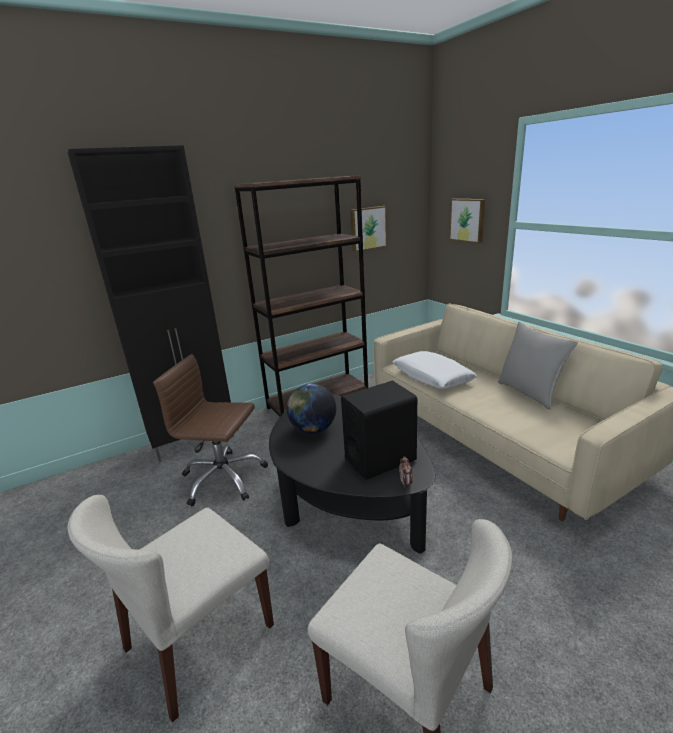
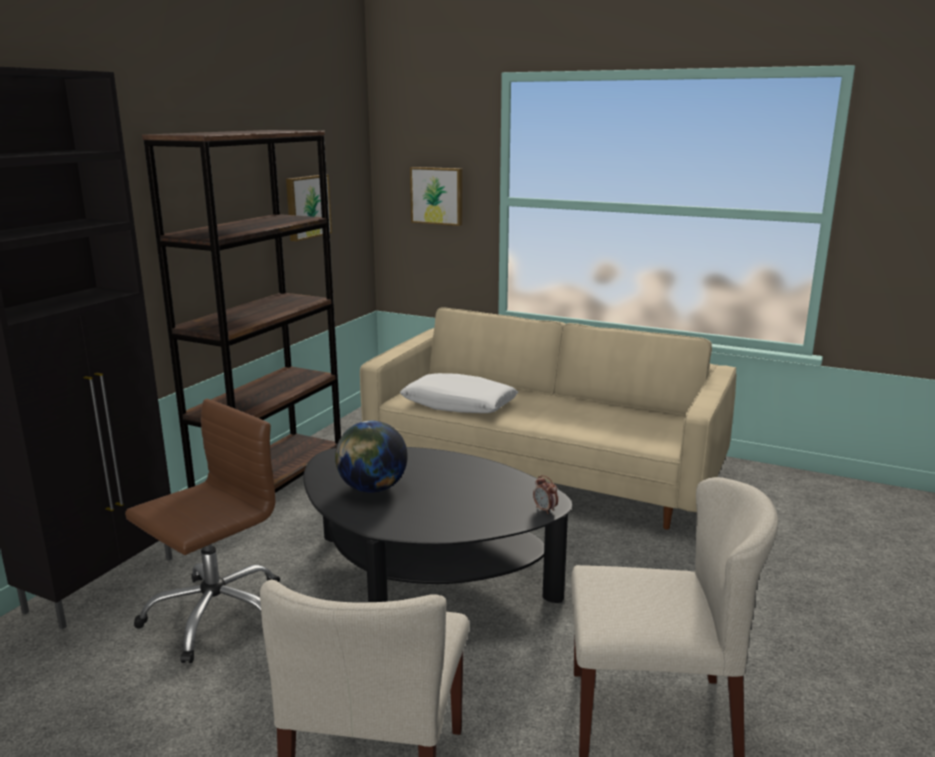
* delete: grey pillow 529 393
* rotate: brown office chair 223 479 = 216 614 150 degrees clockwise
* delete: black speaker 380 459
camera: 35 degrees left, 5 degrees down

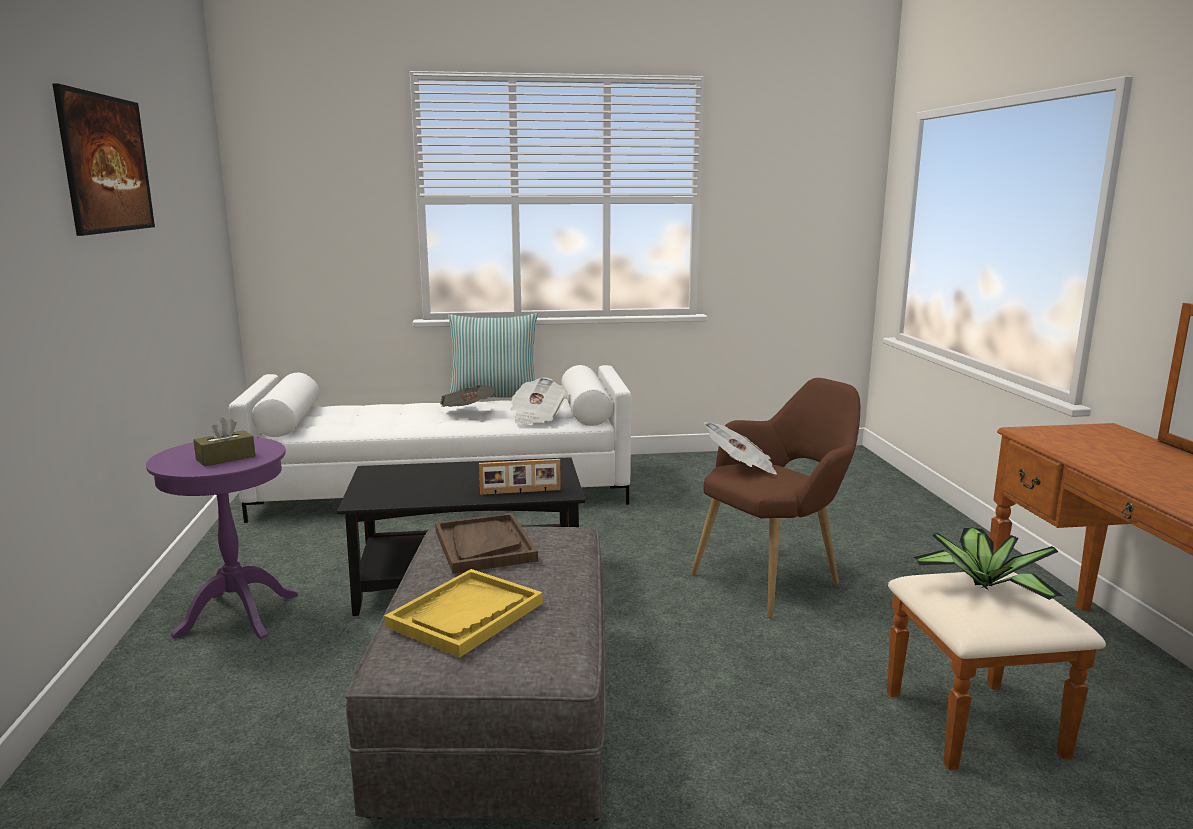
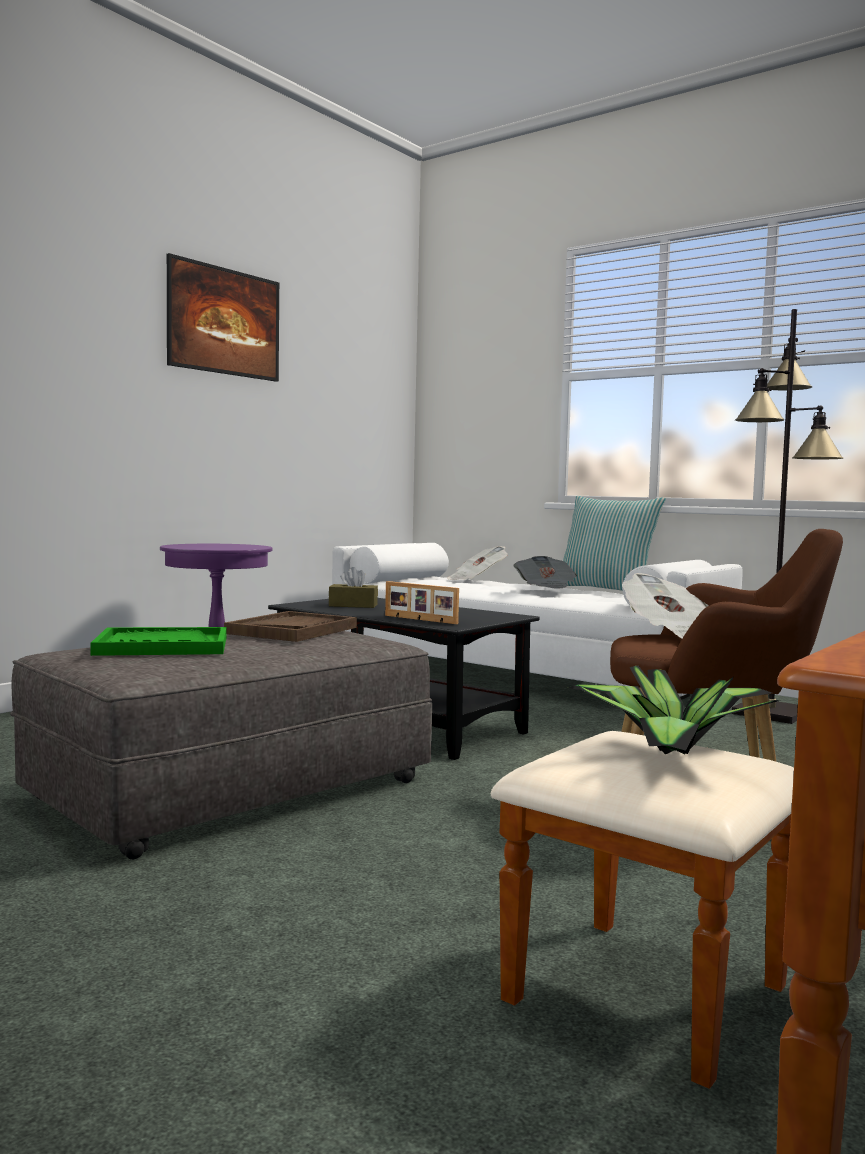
* move: newspaper 536 417 to 476 579
* move: brown tissue box 226 458 to 353 605
* recolor: yellow tray 466 615 to green tray 162 646
* insert: black floor lamp 772 713
camera: 45 degrees right, 10 degrees down

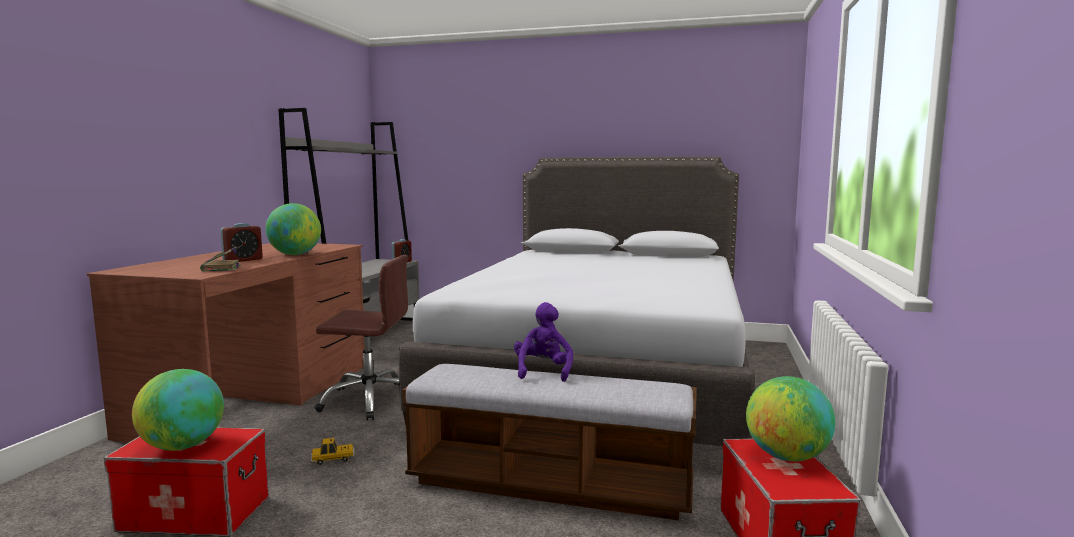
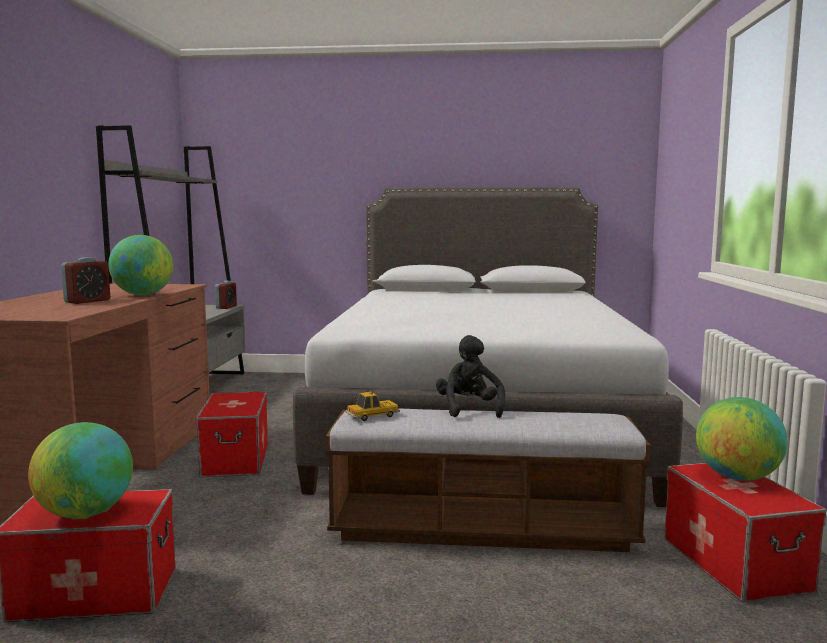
* delete: book 221 268
* replace: brown office chair 370 400 to storage box 236 459
* recolor: purple plush toy 543 371 to black plush toy 469 409
* move: toy car 333 458 to 372 416
camera: 10 degrees left, 0 degrees up

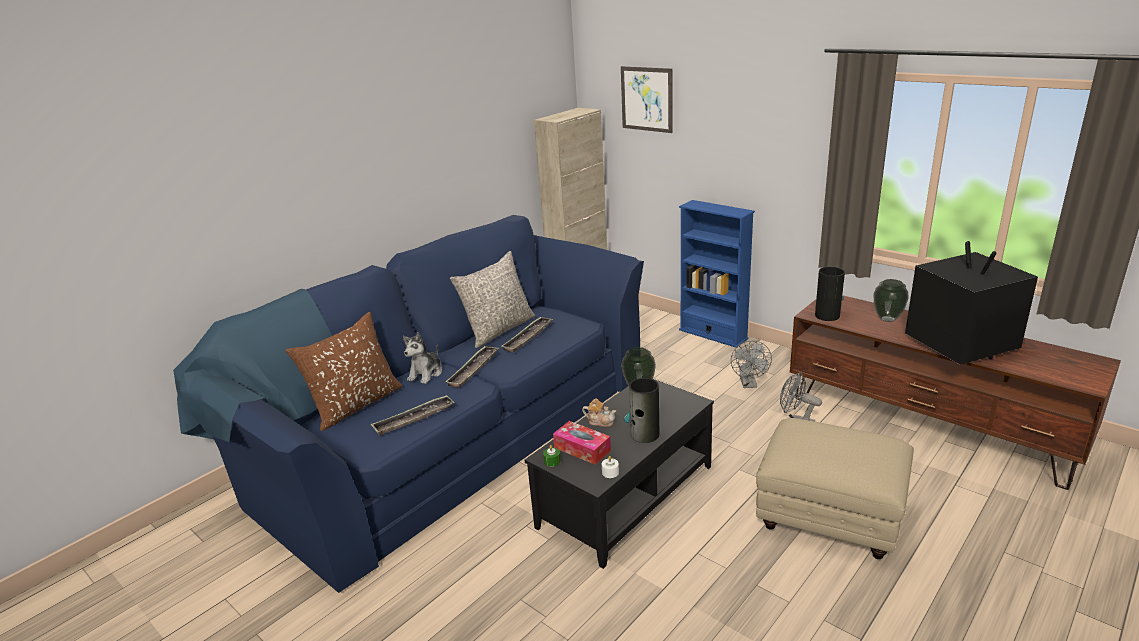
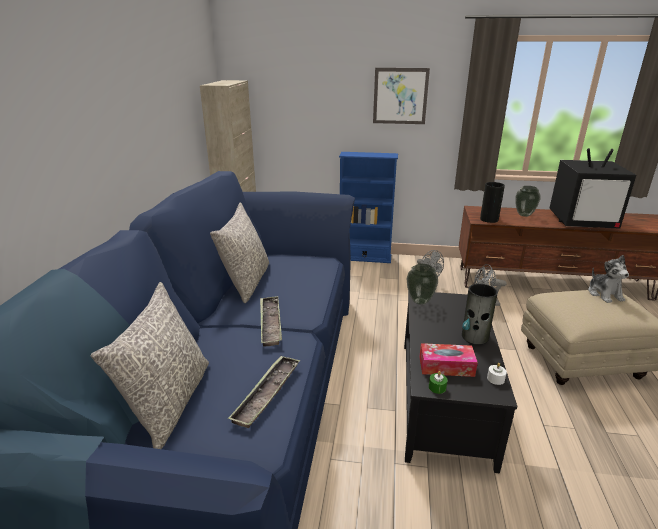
* move: picture 646 99 to 400 96
* rotate: television 959 345 = 582 222 150 degrees clockwise
* recolor: brown pillow 355 405 to grey pillow 169 402
* delete: tray 528 337
* move: plush toy 426 374 to 604 294
* delete: teapot 600 421
camera: 35 degrees left, 0 degrees up

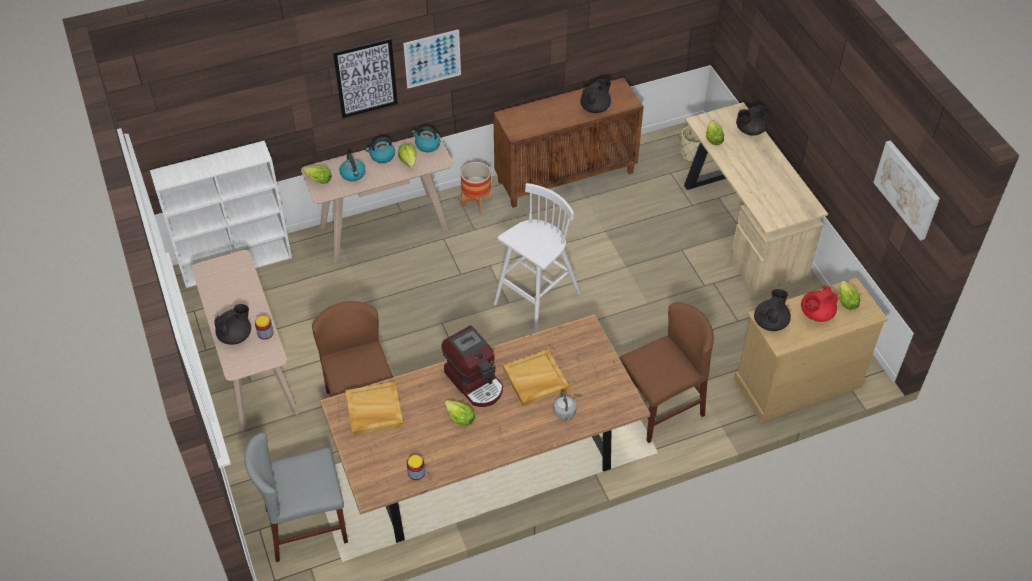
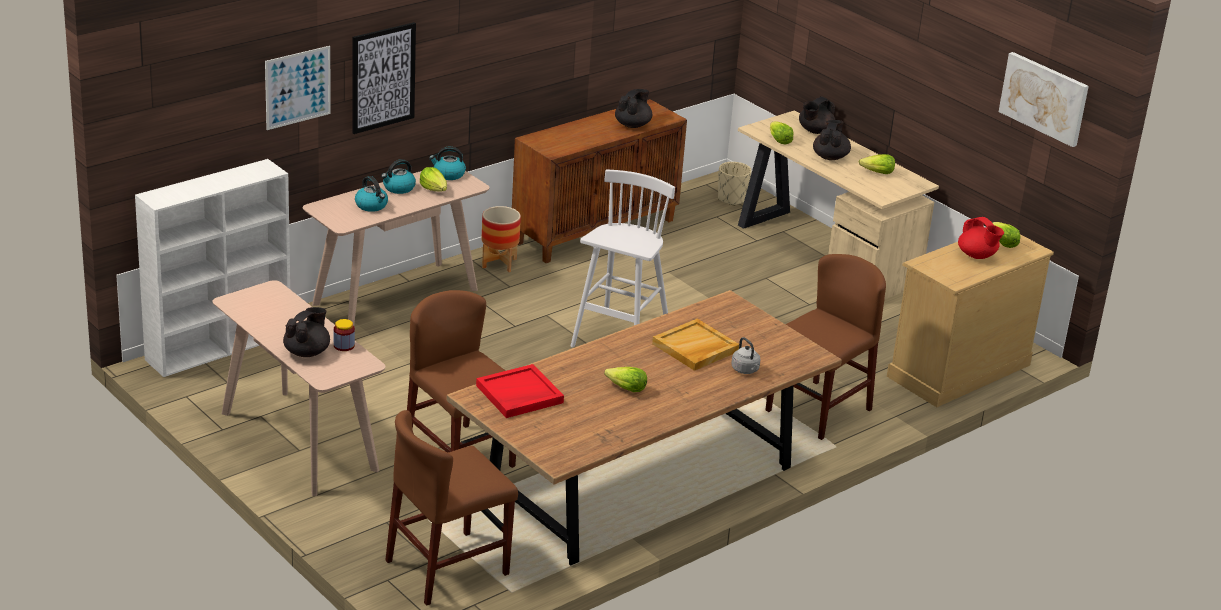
* move: picture 432 59 to 298 87
* move: lettuce 318 180 to 877 173
* rotate: red teapot 816 314 = 977 255 75 degrees counterclockwise
* move: black teapot 770 322 to 830 157
* delete: coffee machine 475 382
* recolor: beige tray 374 410 to red tray 519 395
* recolor: grey chair 306 526 to brown chair 447 568
* delete: jar 416 473
camera: 20 degrees left, 20 degrees down

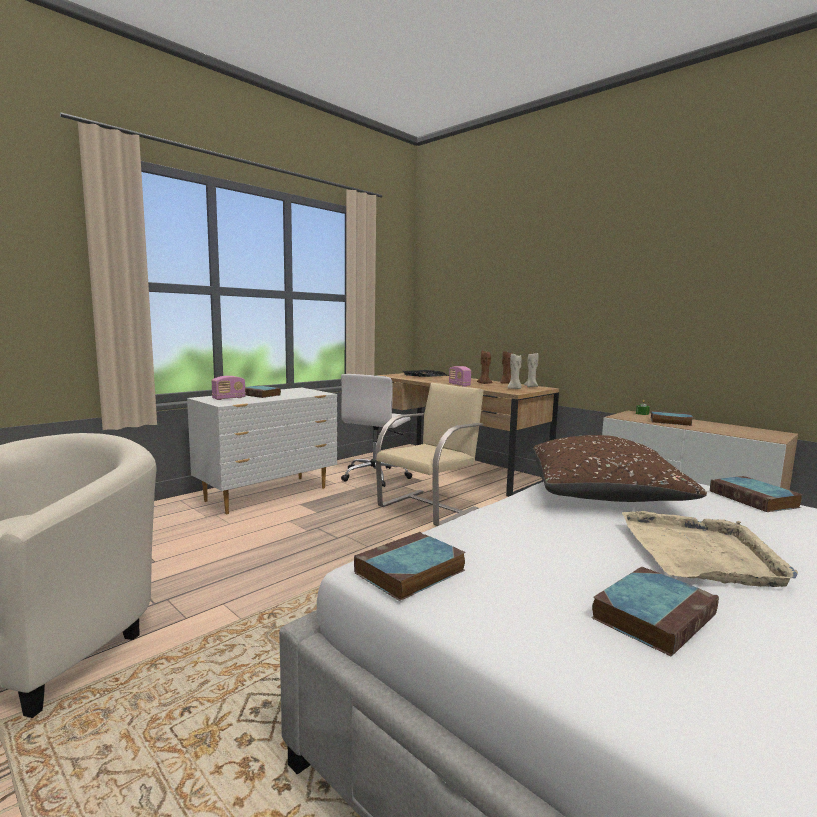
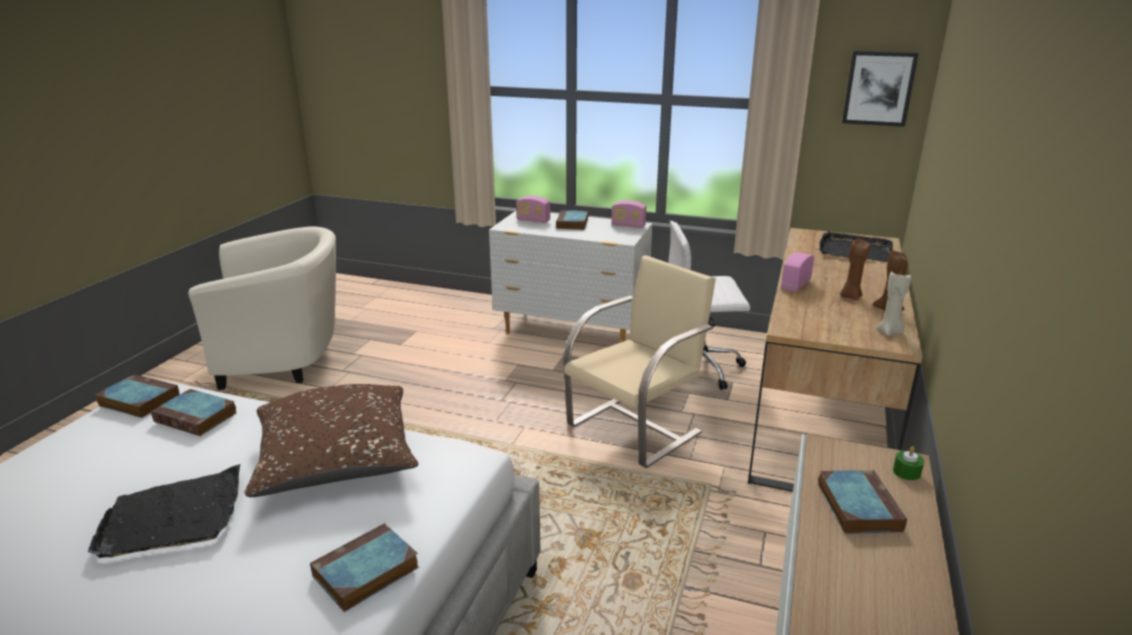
* delete: beige candle 514 389
* rotate: beige chair 429 507 = 636 428 60 degrees counterclockwise
* recolor: beige tray 701 553 to black tray 173 517
* move: book 654 615 to 197 417
* insert: picture 878 88
* insert: radio 628 226
camera: 65 degrees right, 15 degrees up

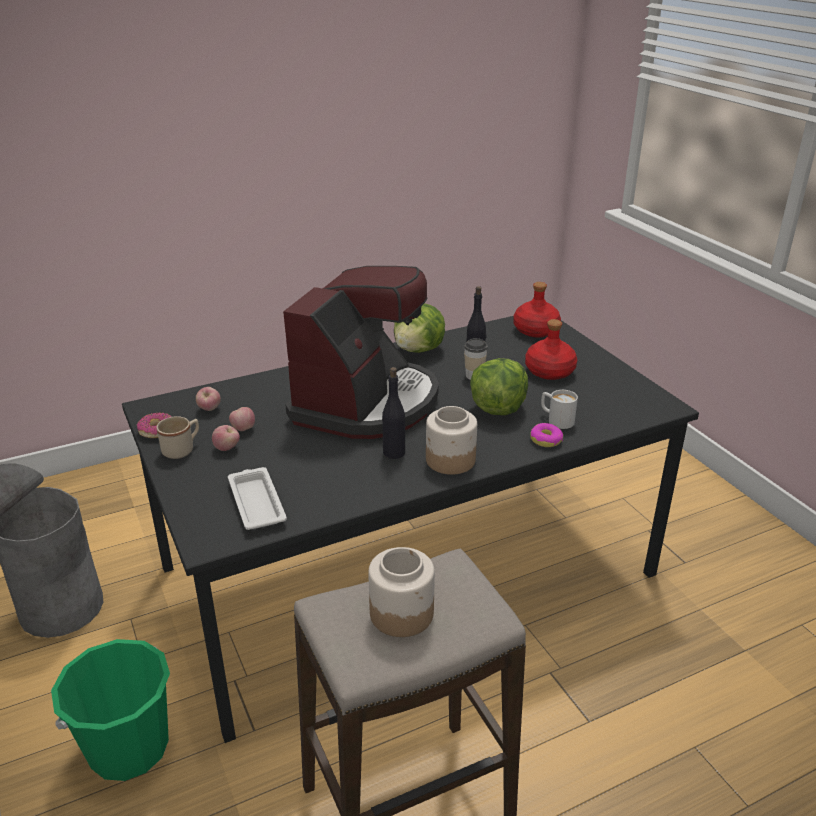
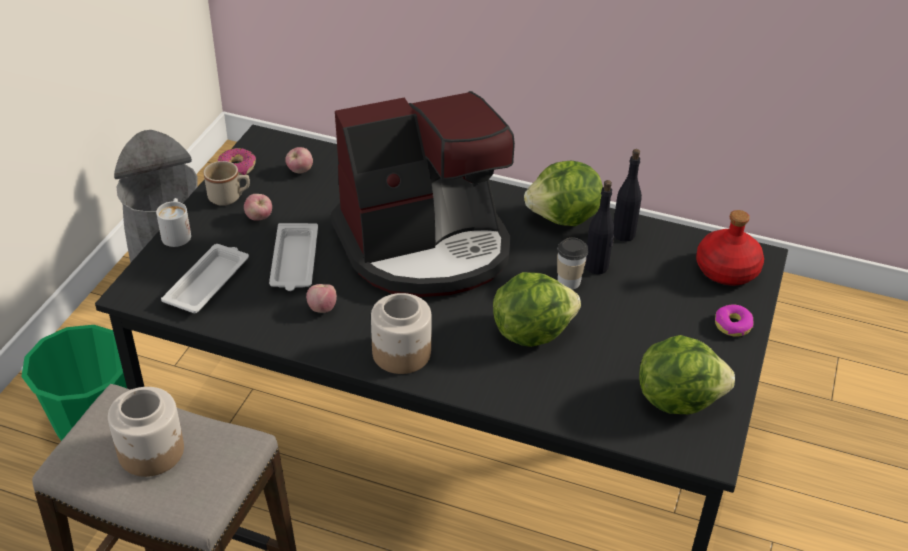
* delete: red bottle 550 371
* move: black bottle 394 452 to 623 234
* move: white mug 556 420 to 177 233
* move: apple 243 429 to 322 308
* move: donut 546 440 to 732 325
* insert: white tray 294 262
* insert: lettuce 677 398
camera: 45 degrees right, 10 degrees up

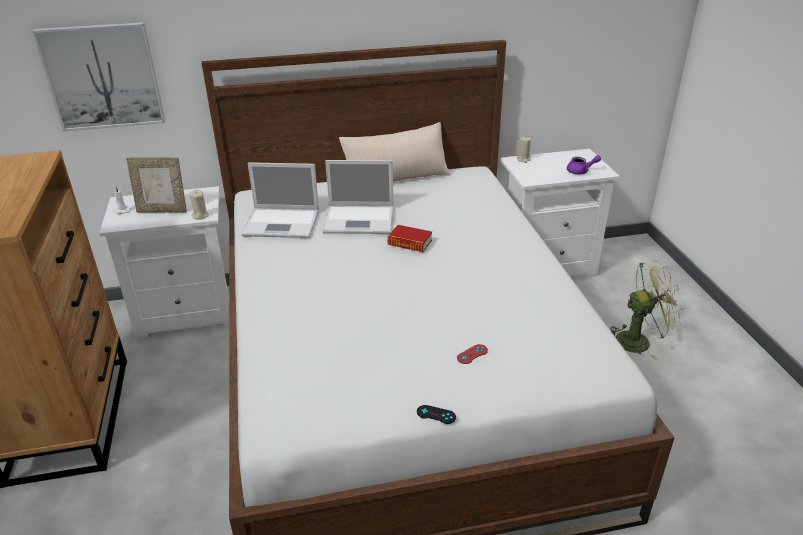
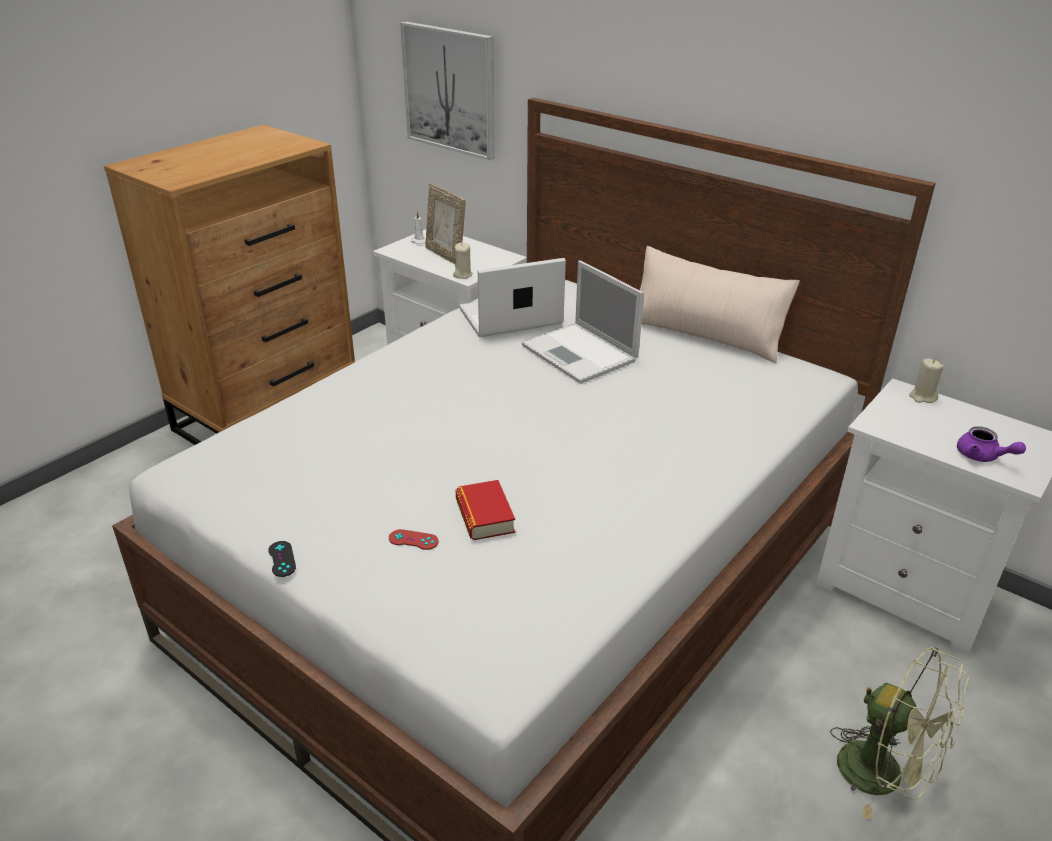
* rotate: laptop 283 223 = 508 317 105 degrees clockwise
* move: book 410 243 to 484 516
camera: 50 degrees right, 0 degrees up

